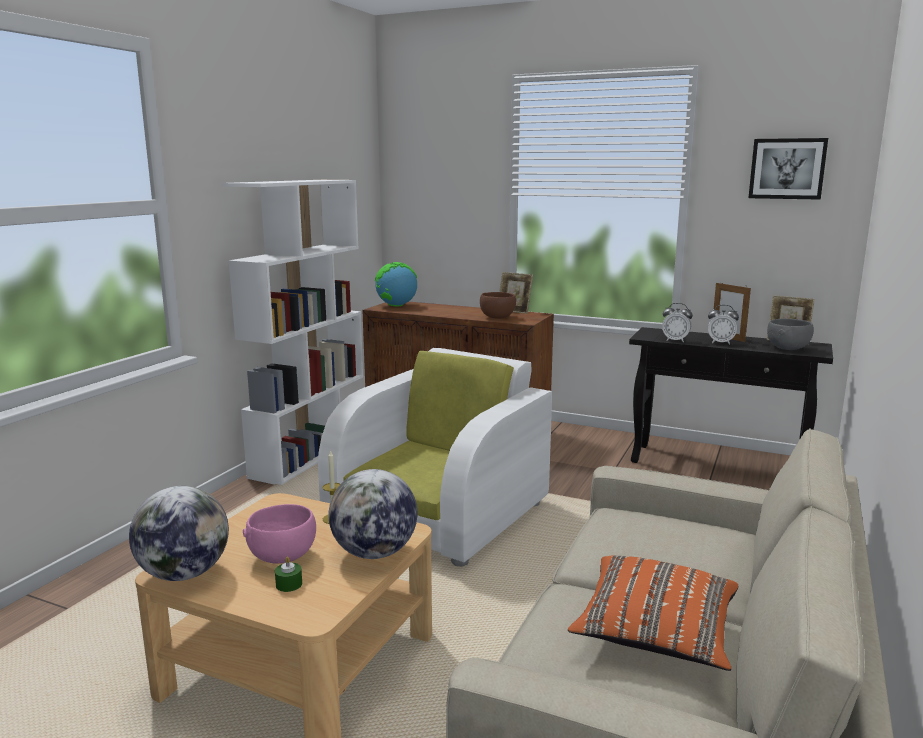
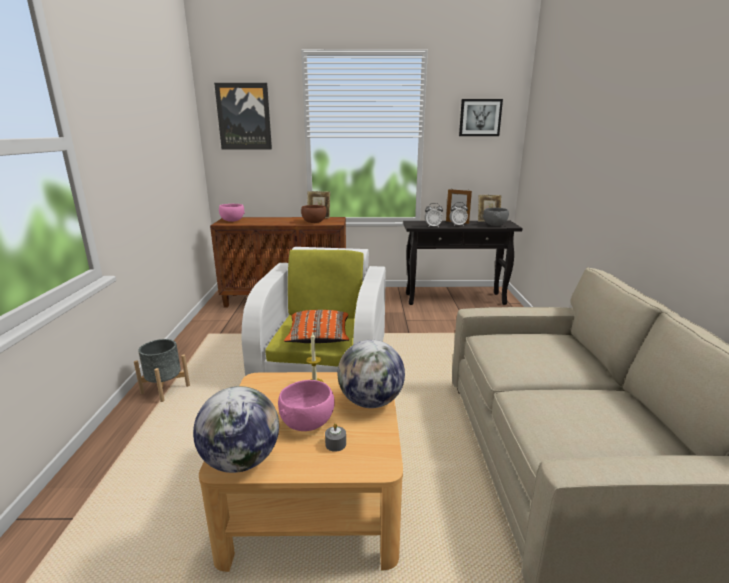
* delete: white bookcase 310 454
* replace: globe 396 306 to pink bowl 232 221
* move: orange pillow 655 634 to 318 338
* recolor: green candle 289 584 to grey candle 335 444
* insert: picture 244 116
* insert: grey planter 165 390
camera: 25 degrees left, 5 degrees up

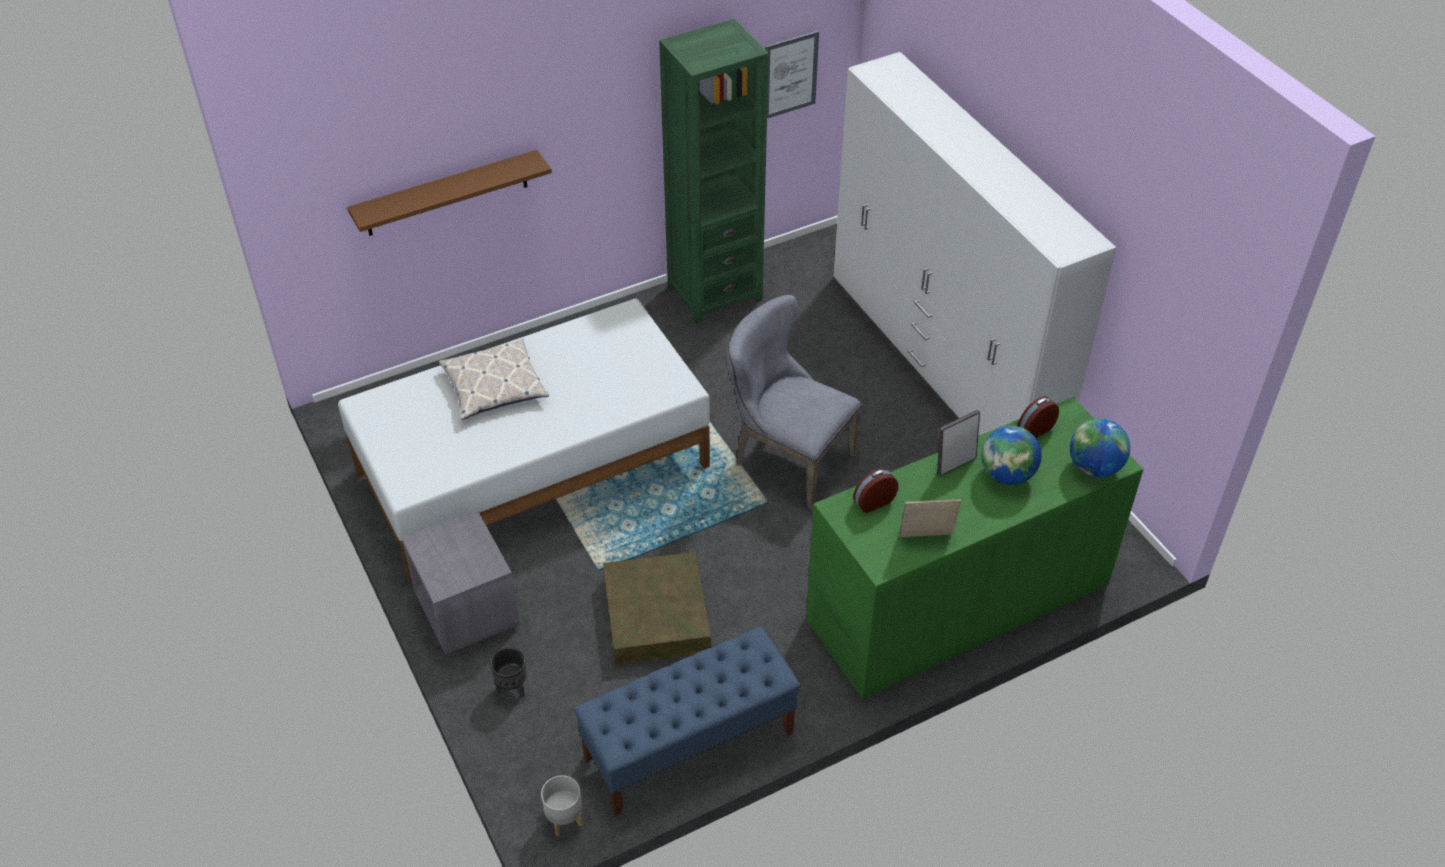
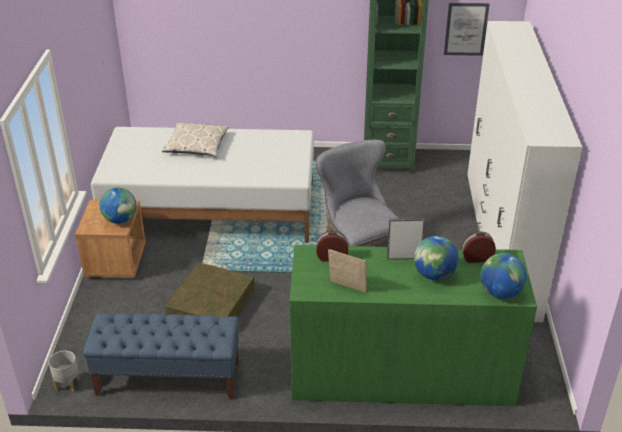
* delete: brown shelf 446 194
* recolor: grey nightstand 466 610 to brown nightstand 116 261
* delete: black planter 511 689
* insert: globe 120 220
camera: 30 degrees right, 10 degrees down

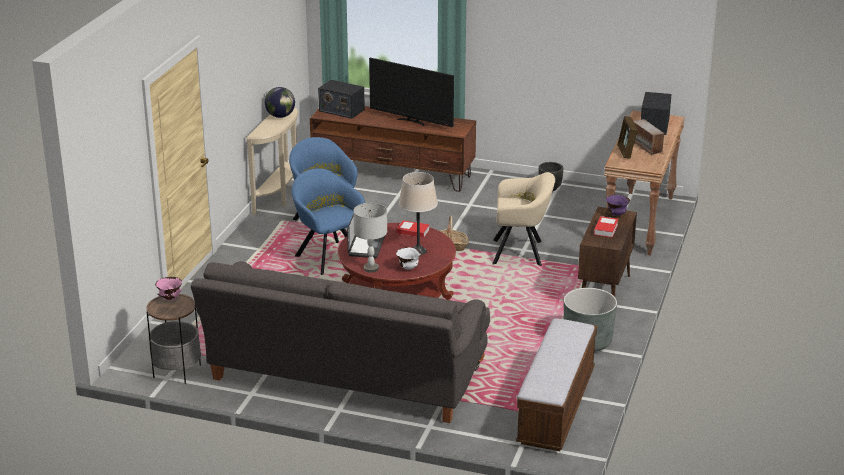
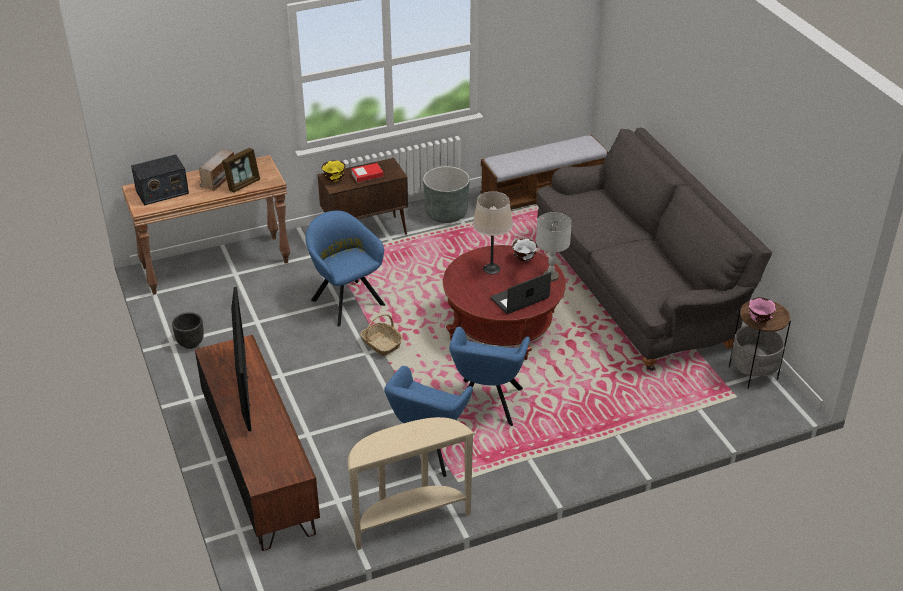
* delete: radio 341 110
* delete: globe 280 116
* recolor: beige armchair 521 253 to blue armchair 346 300
* recolor: purple bowl 616 214 to yellow bowl 334 180
* delete: book 413 232
camera: 130 degrees left, 10 degrees up

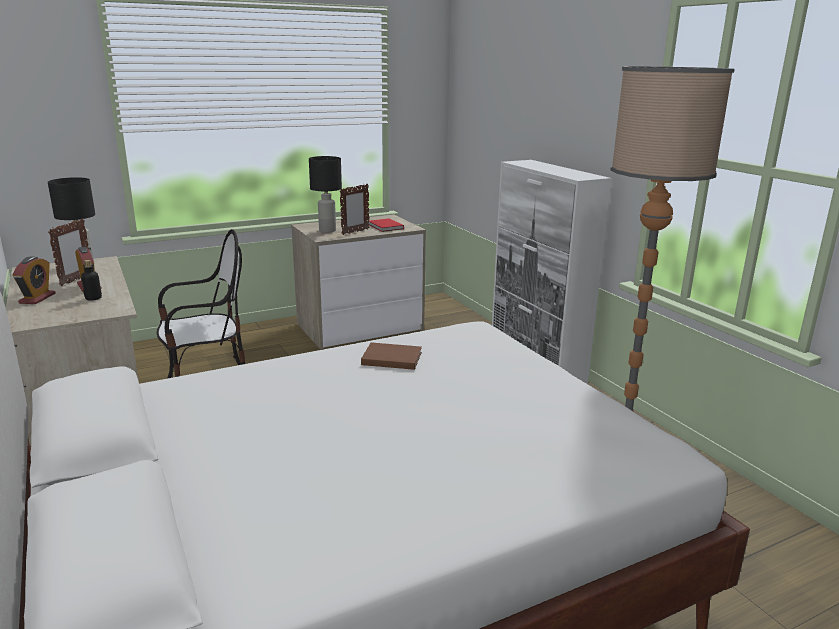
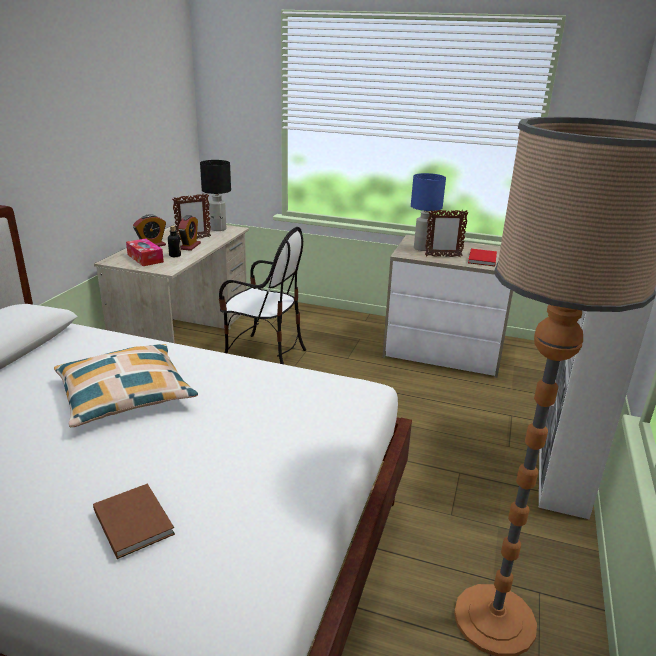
* recolor: black table lamp 327 231 to blue table lamp 421 248
* move: brown book 390 358 to 134 520
* insert: tissue box 145 258
* insert: pillow 125 395
camera: 45 degrees right, 5 degrees up

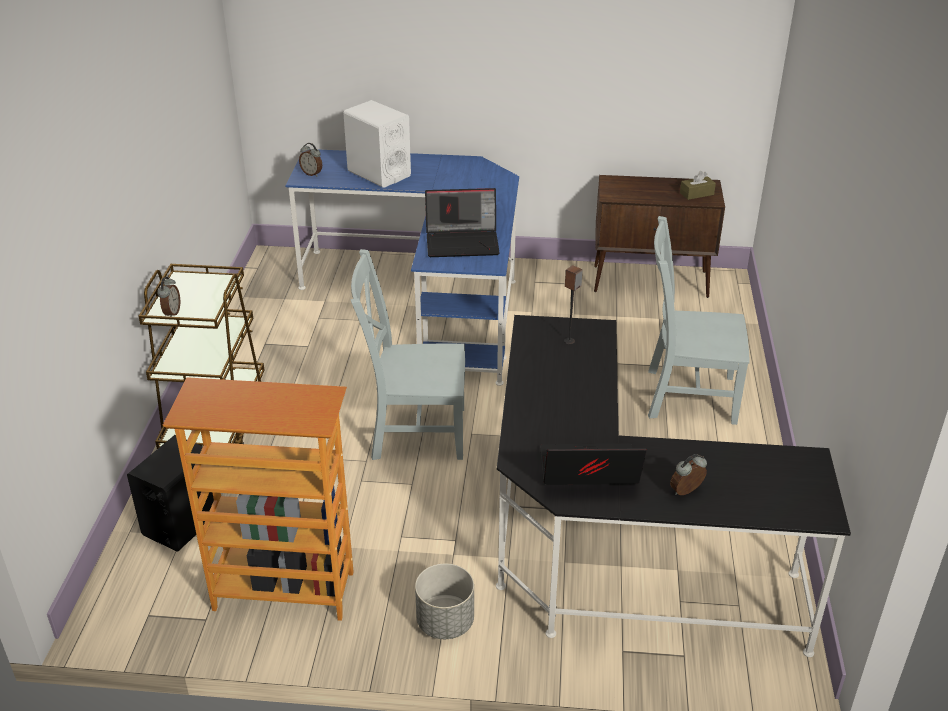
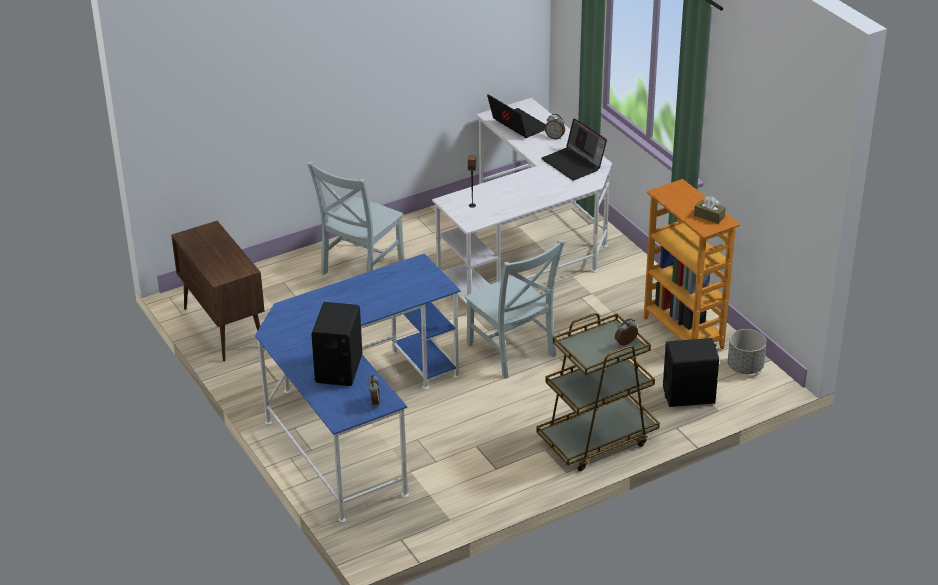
* recolor: white speaker 378 173 to black speaker 339 369
* move: brown tissue box 696 194 to 709 216
* move: laptop 463 242 to 517 125
* rotate: grey chair 686 395 = 360 268 60 degrees clockwise
* recolor: black desk 613 552 to white desk 528 247
* move: grey planter 445 622 to 745 367
camera: 125 degrees left, 0 degrees up

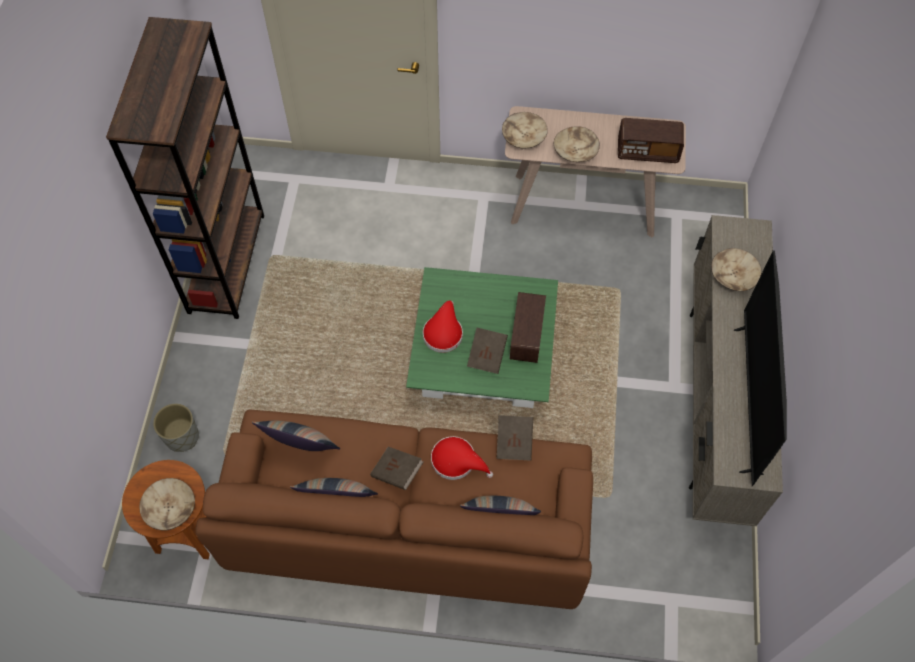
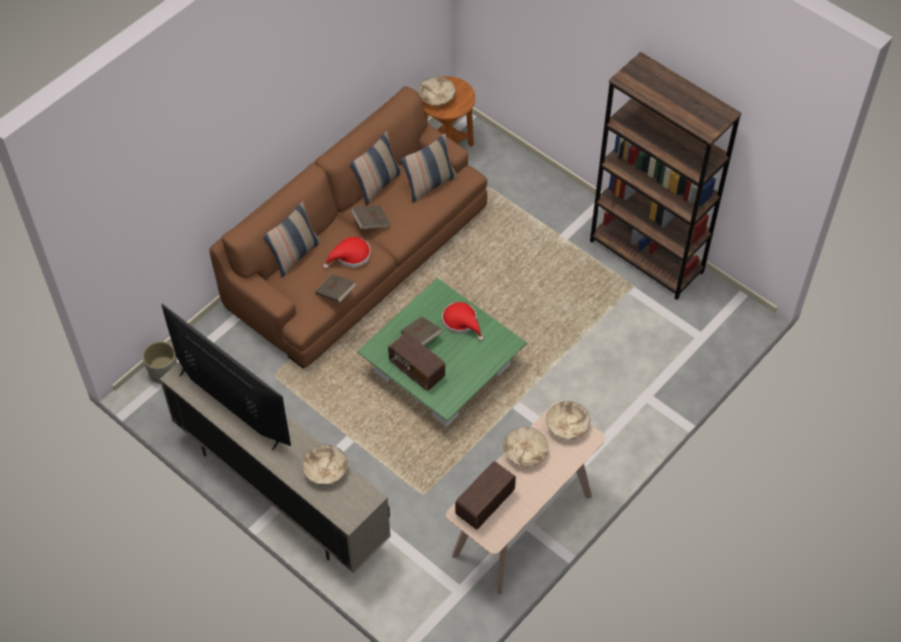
* move: grey planter 182 437 to 164 372
camera: 125 degrees right, 5 degrees down

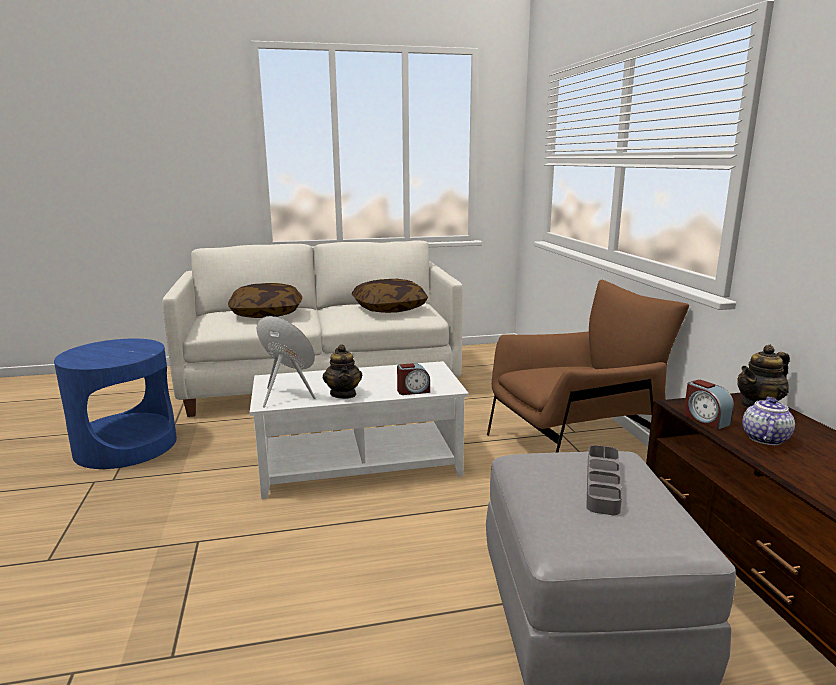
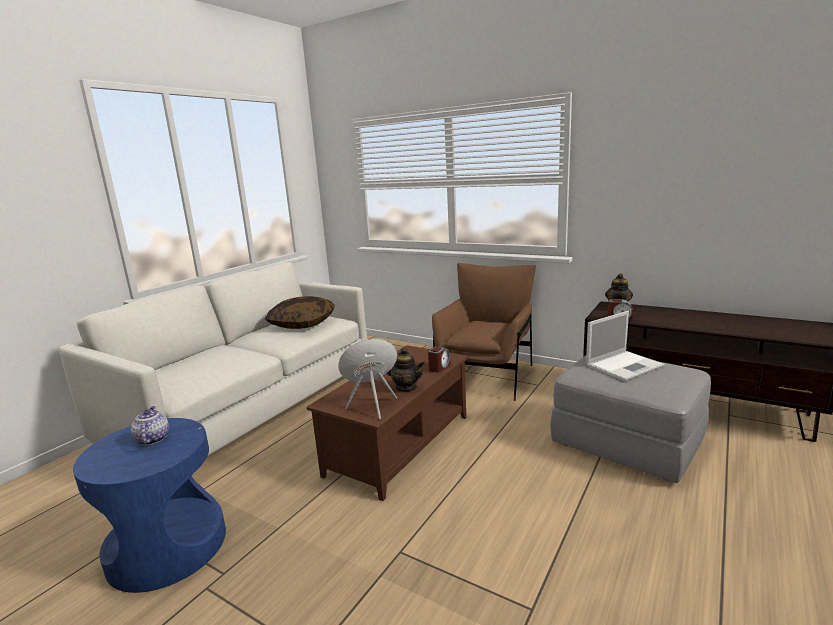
* delete: pillow 267 313
* recolor: white coffee table 360 464 to brown coffee table 399 444
* move: teapot 764 438 to 152 439
* replace: grey tray 602 483 to laptop 625 365
camera: 45 degrees left, 0 degrees up

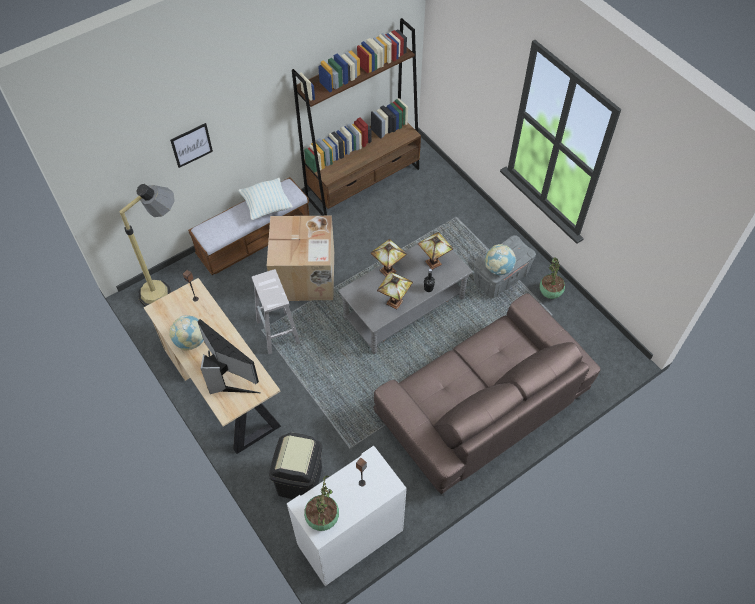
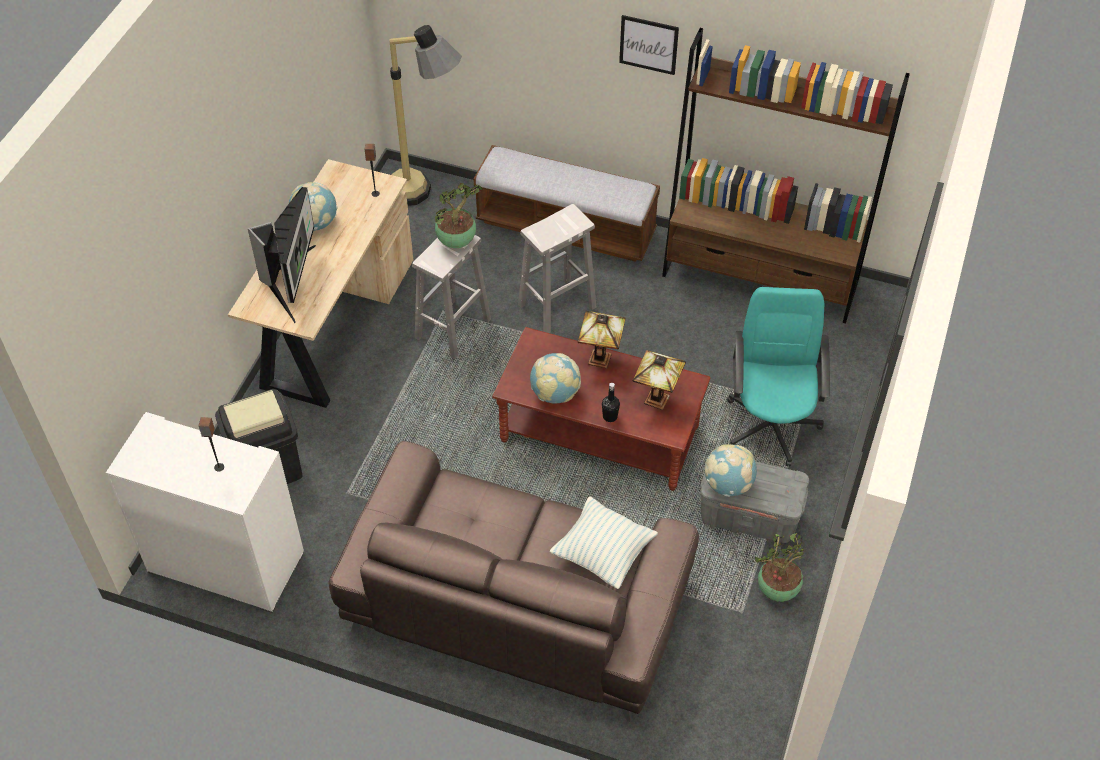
* move: picture 191 145 to 648 44
* move: pillow 266 206 to 602 554
* replace: cardboard box 305 277 to white stool 556 307
* recolor: grey coffee table 404 308 to brown coffee table 599 434
* replace: table lamp 394 303 to globe 555 394
* move: potted plant 322 517 to 457 241
* insert: turquoise office chair 771 424
camera: 55 degrees right, 5 degrees down

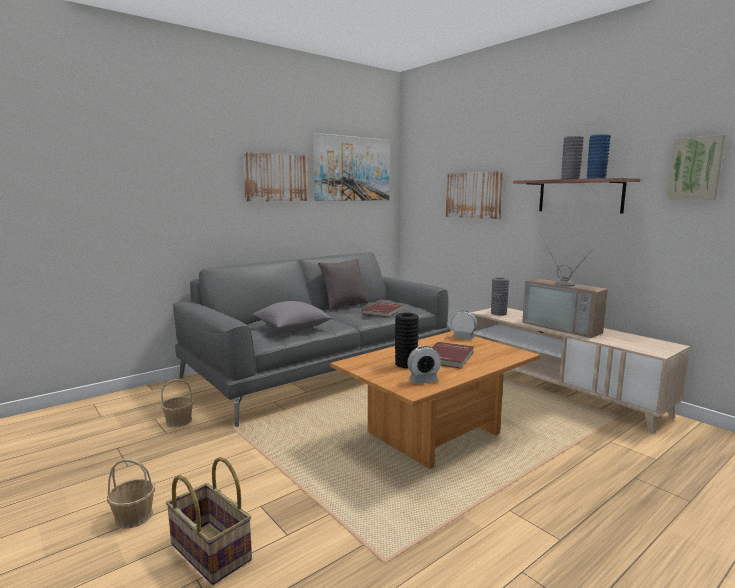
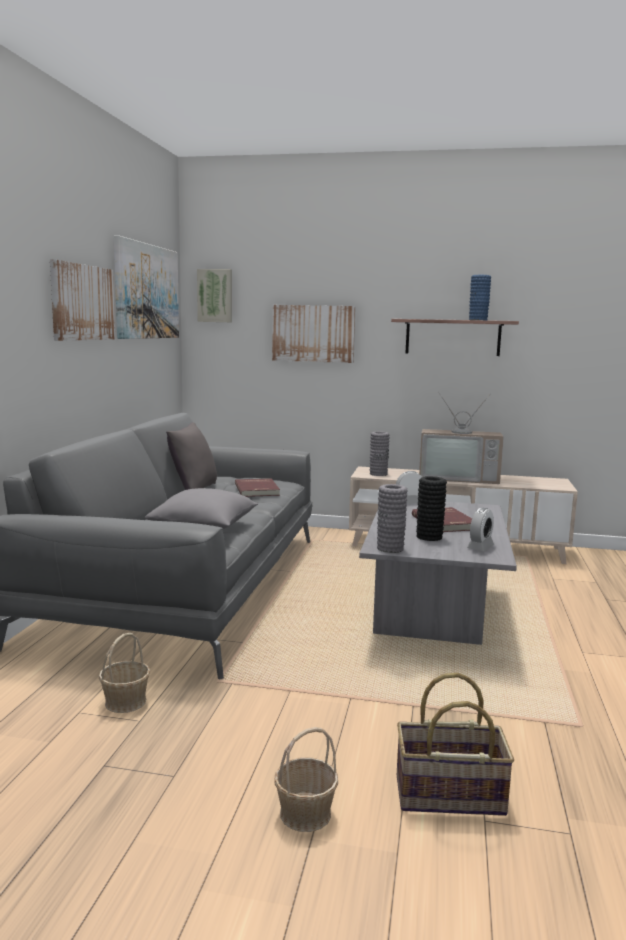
* move: picture 696 168 to 215 295
* move: grey vase 570 179 to 390 548
* recolor: brown coffee table 435 435 to grey coffee table 433 616
camera: 40 degrees left, 0 degrees up

